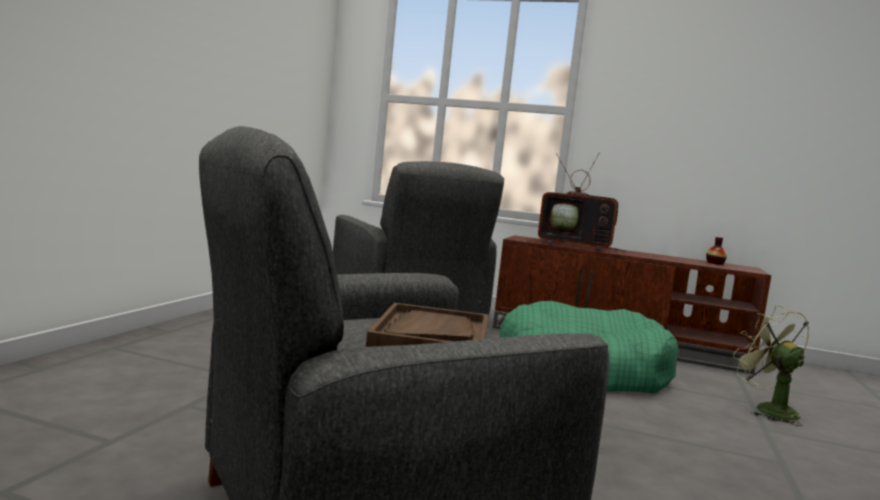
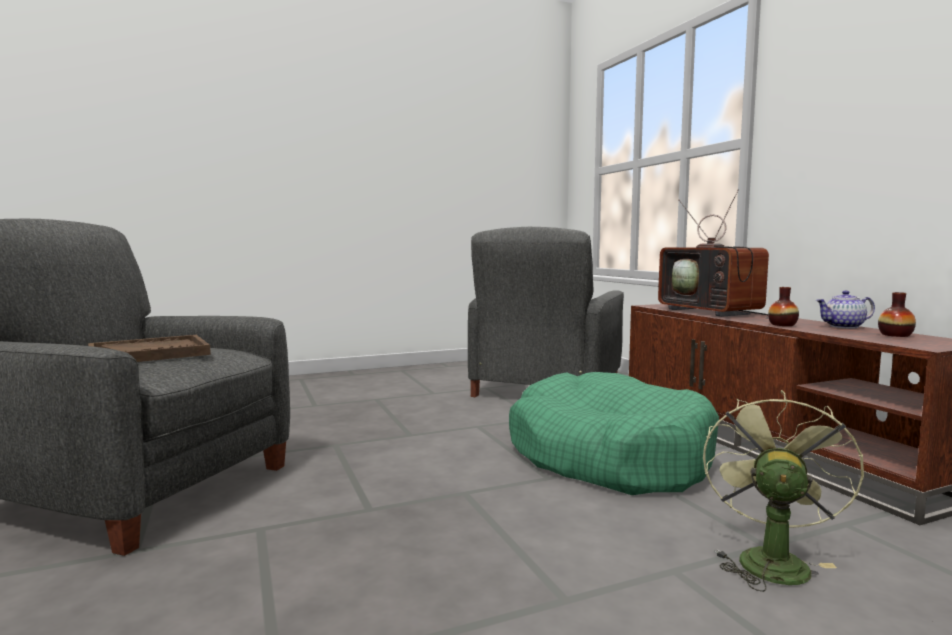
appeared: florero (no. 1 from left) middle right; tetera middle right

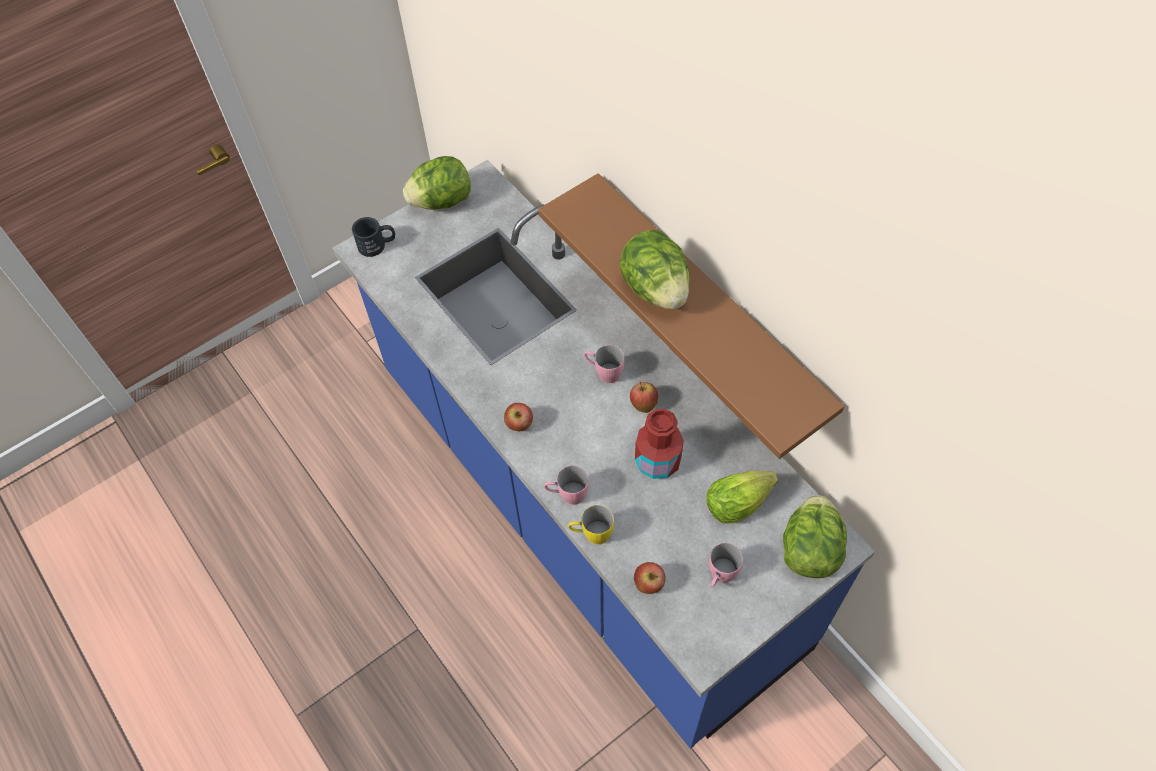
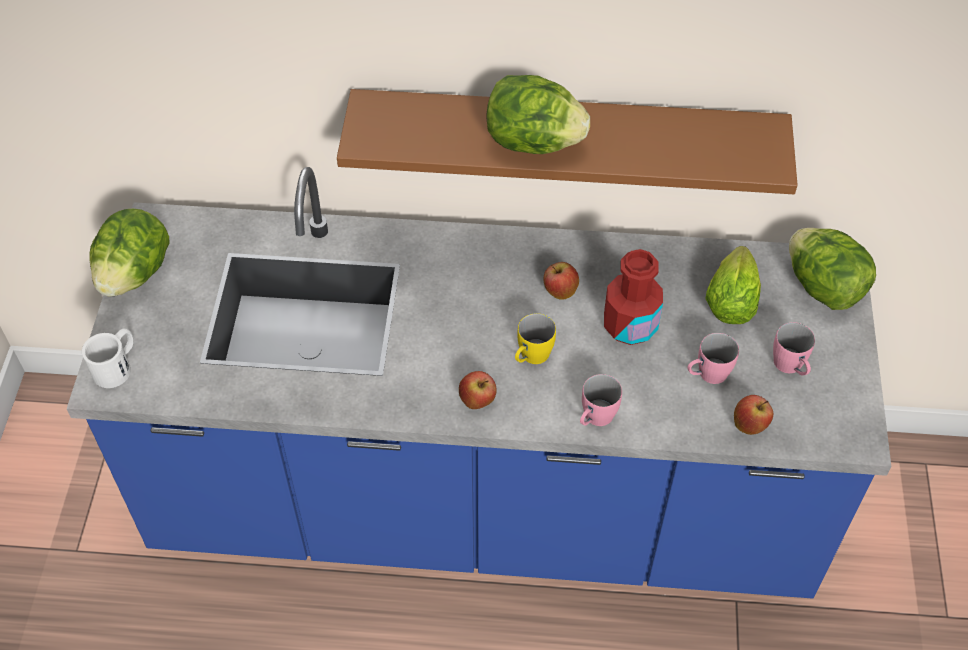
relocated: taza grande [rosa] (no. 2 from left) centre to middle right; taza grande [amarillo] bottom centre to centre
colour: taza grande [negro] top left to taza grande [blanco] middle left

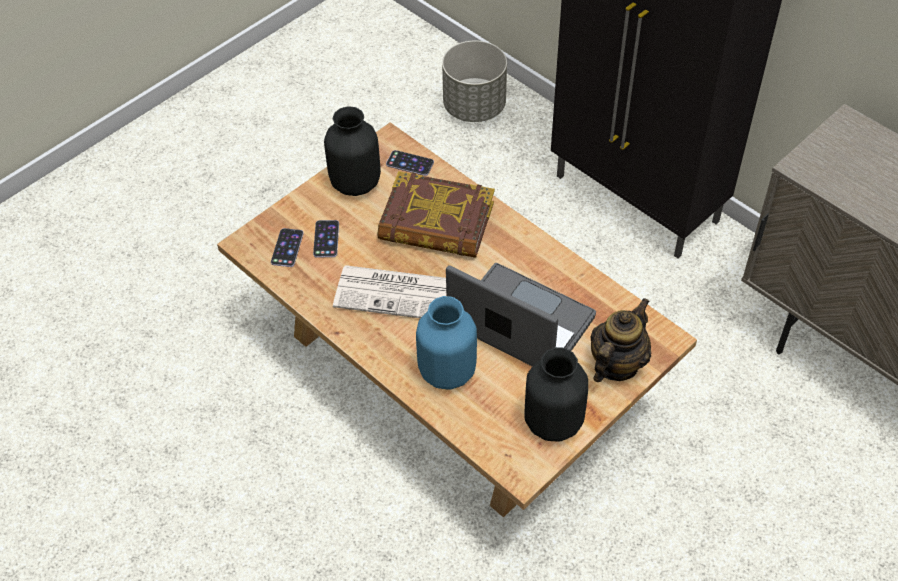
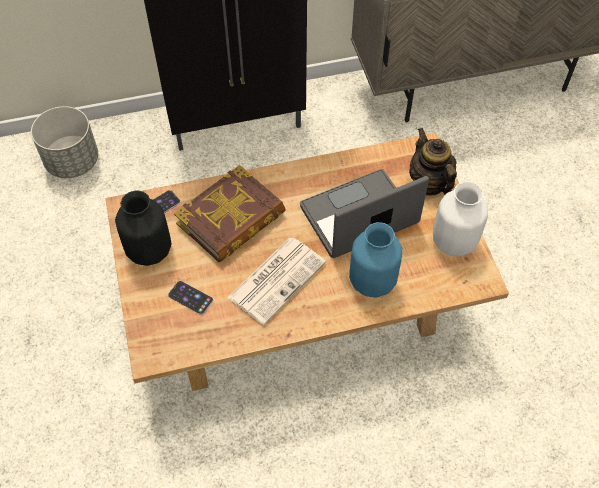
missing: móvil (no. 1 from left) middle left
colour: florero [negro] (no. 2 from left) bottom centre to florero [blanco] middle right

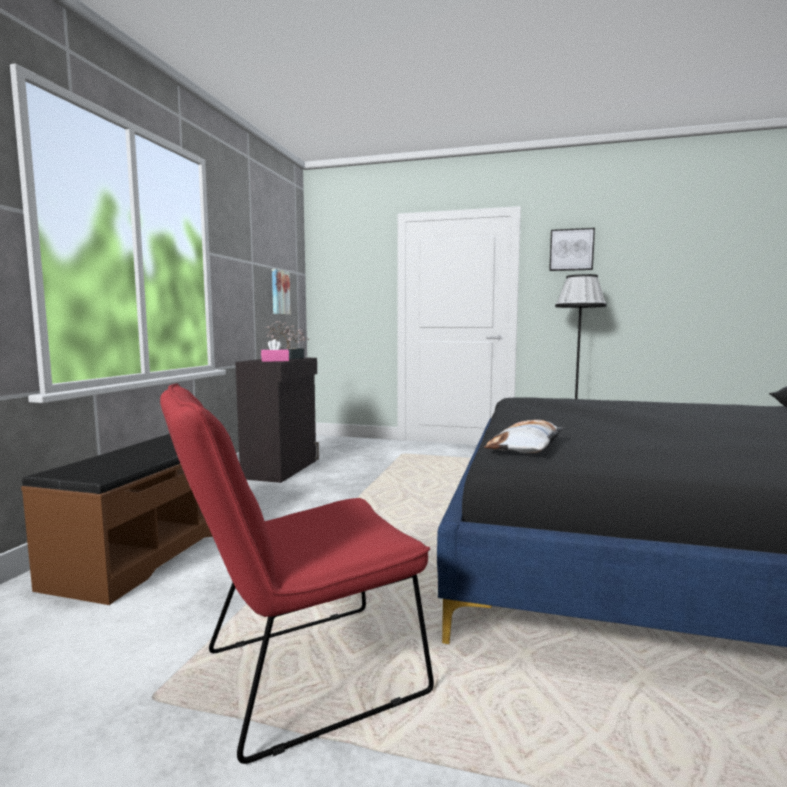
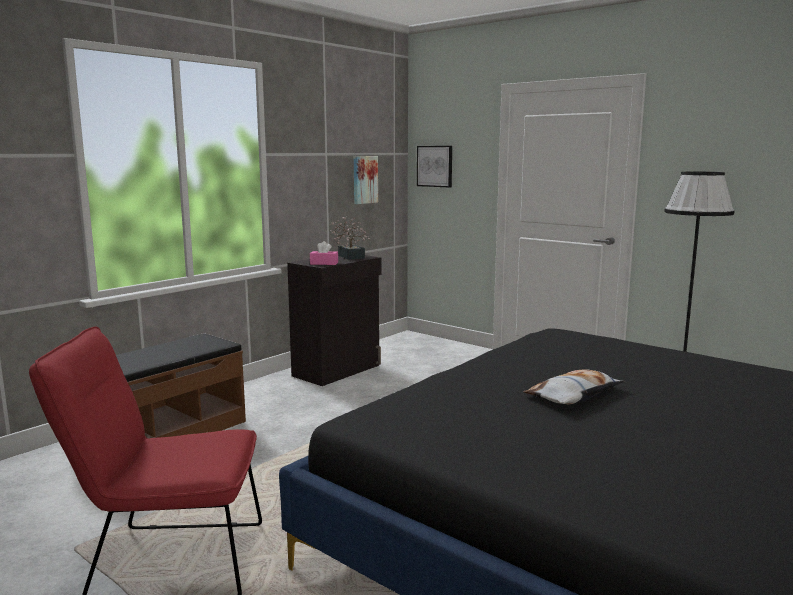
relocated: cuadro (no. 2 from left) top right to top centre; cojín centre to middle right

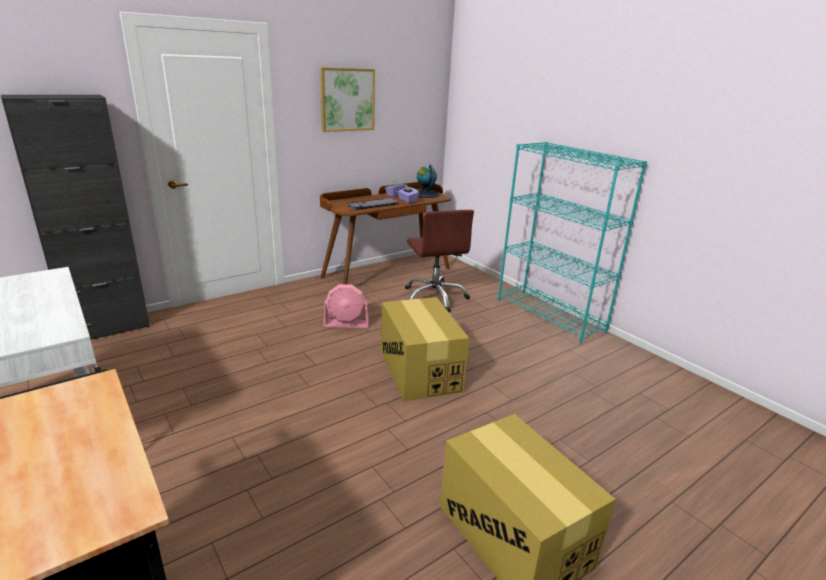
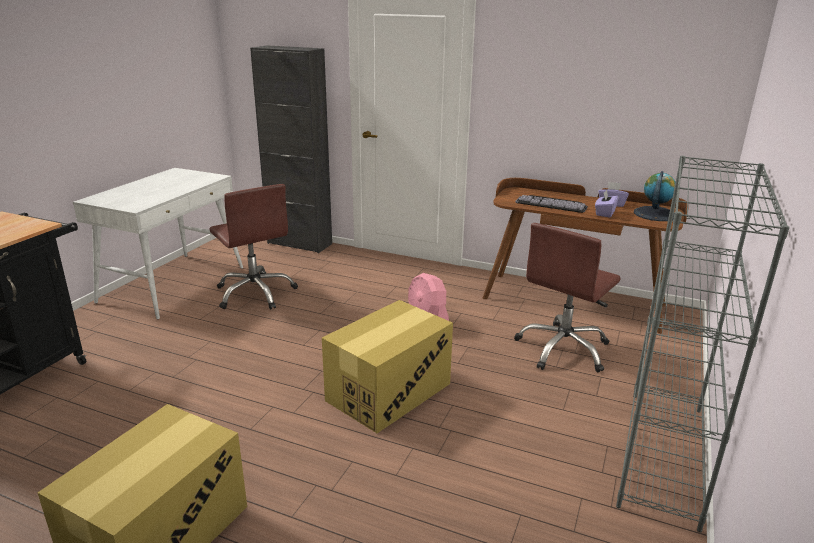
missing: cuadro top centre
appeared: silla de oficina [marrón] (no. 1 from left) middle left
colour: estantería [turquesa] middle right to estantería [gris] middle right

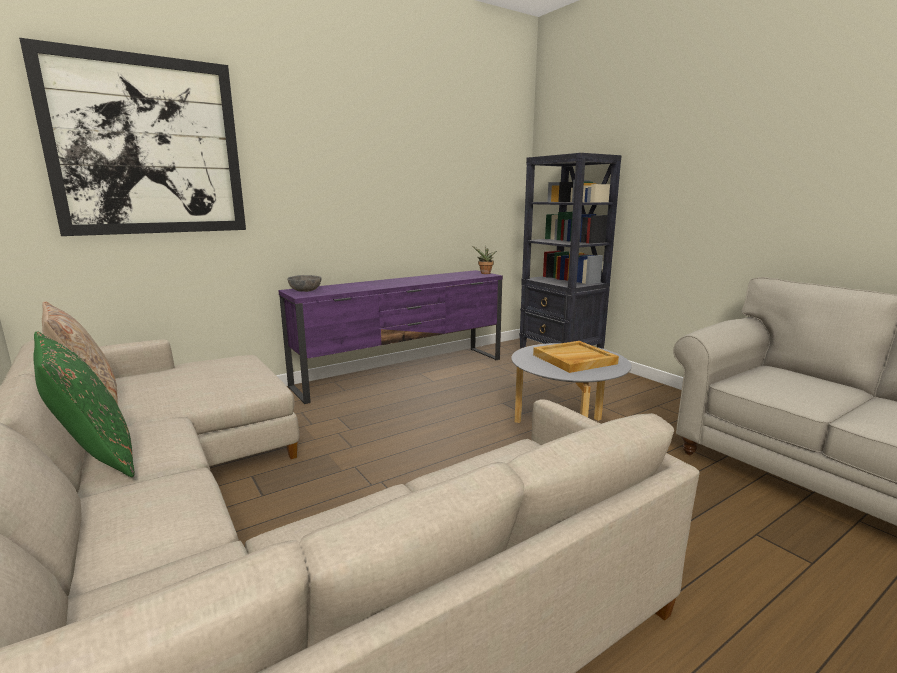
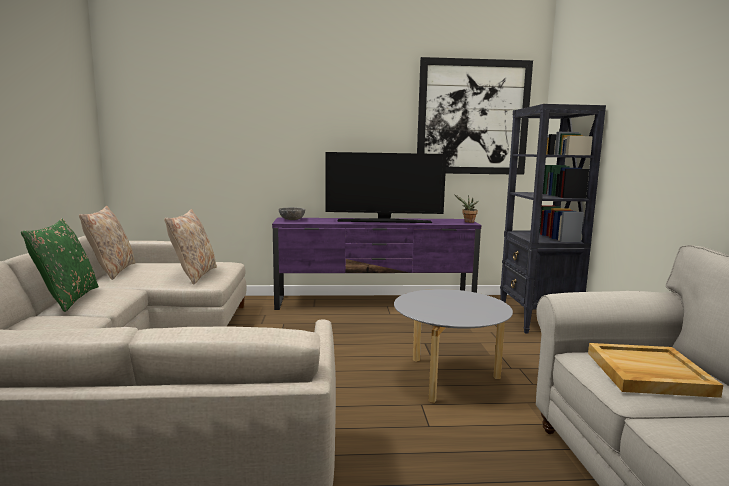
appeared: televisor centre; cojín [beis] (no. 2 from left) middle left
relocated: cuadro top left to top centre; bandeja [beis] centre to bottom right

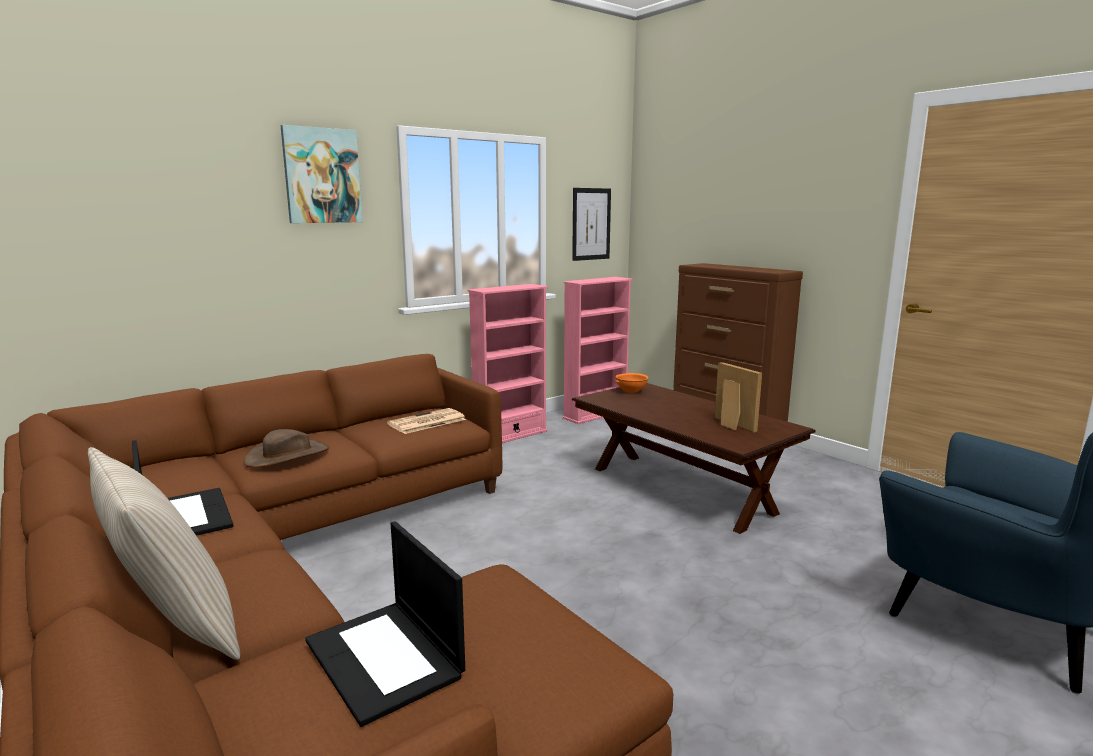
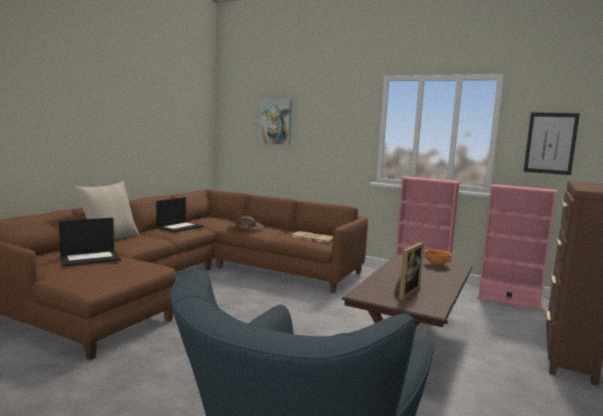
relocated: cuadro (no. 1 from left) top left to top centre
spun: portátil (no. 2 from left in the first image) bottom centre = middle left 150 degrees counterclockwise

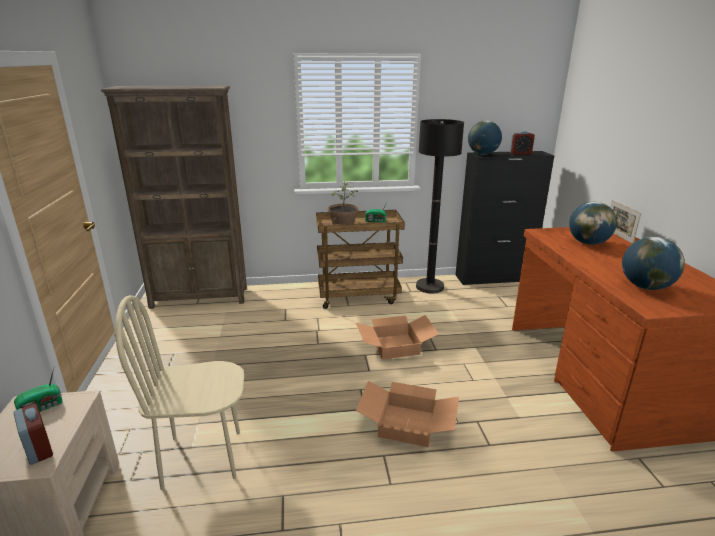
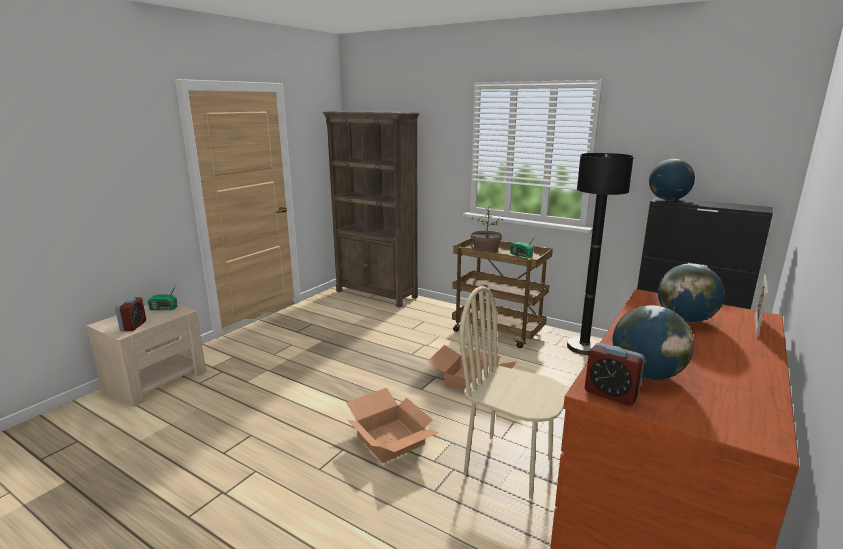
relocated: despertador (no. 2 from left) top right to bottom right; silla [beis] bottom left to bottom centre

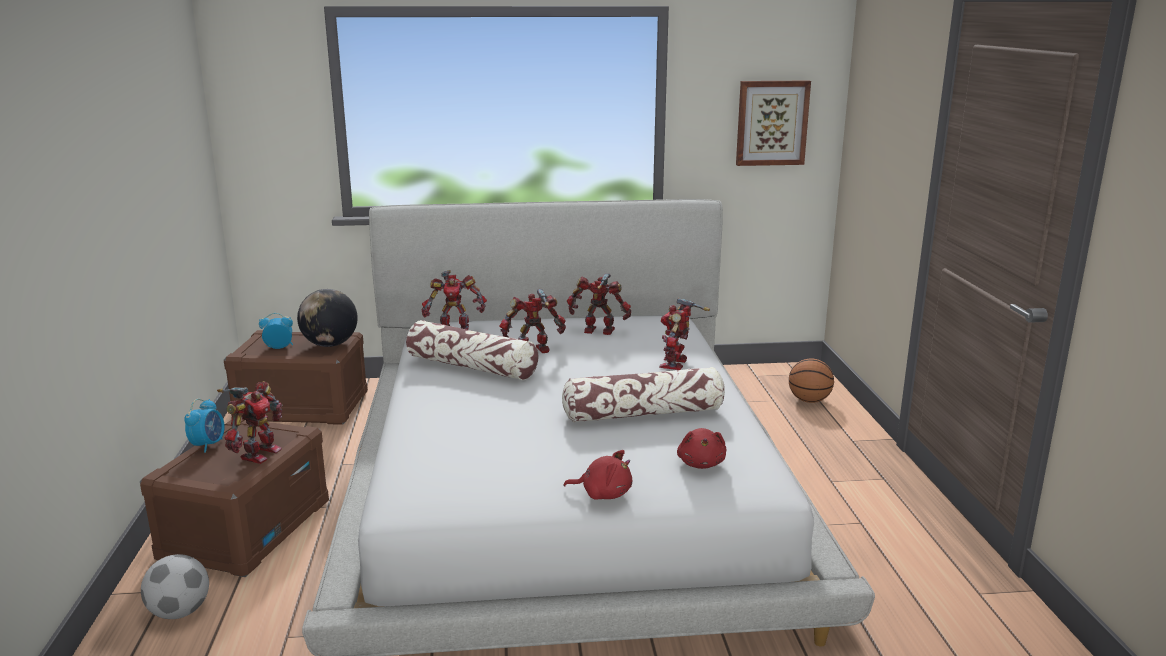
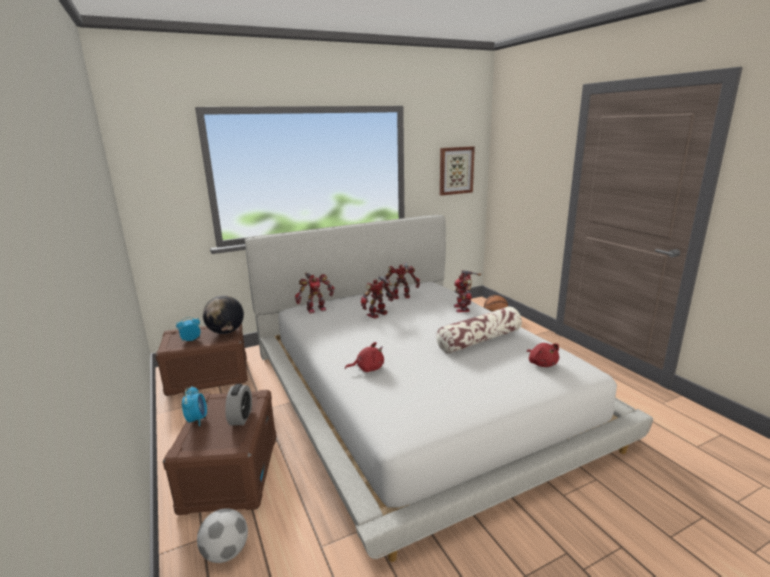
missing: cojín (no. 1 from left) centre
relocated: peluche [rojo] (no. 1 from left) bottom centre to centre
exchanged: robot de juguete (no. 1 from left) middle left to despertador (no. 3 from left) bottom left

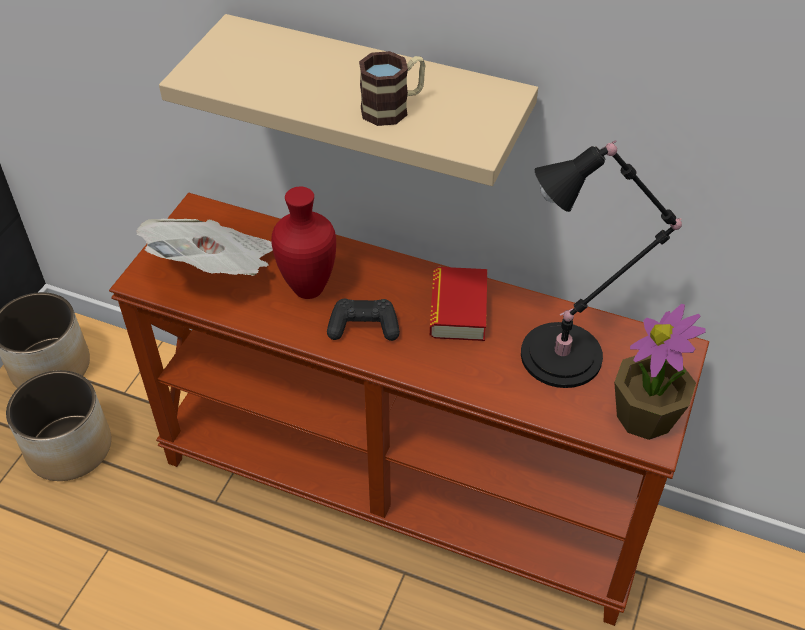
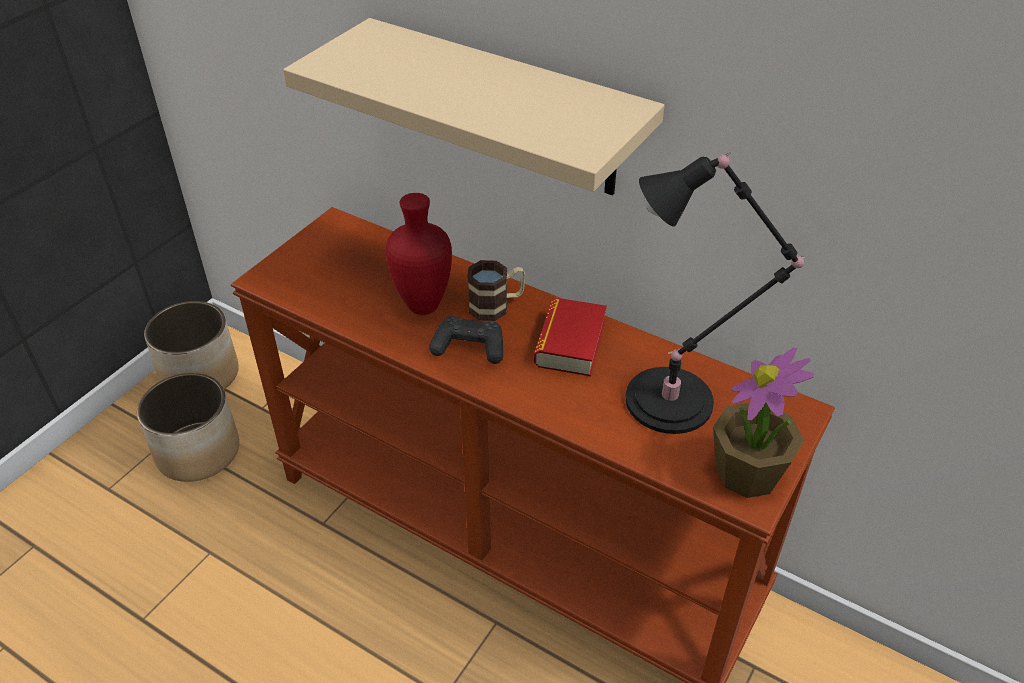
missing: periódico middle left
relocated: taza grande top centre to centre

